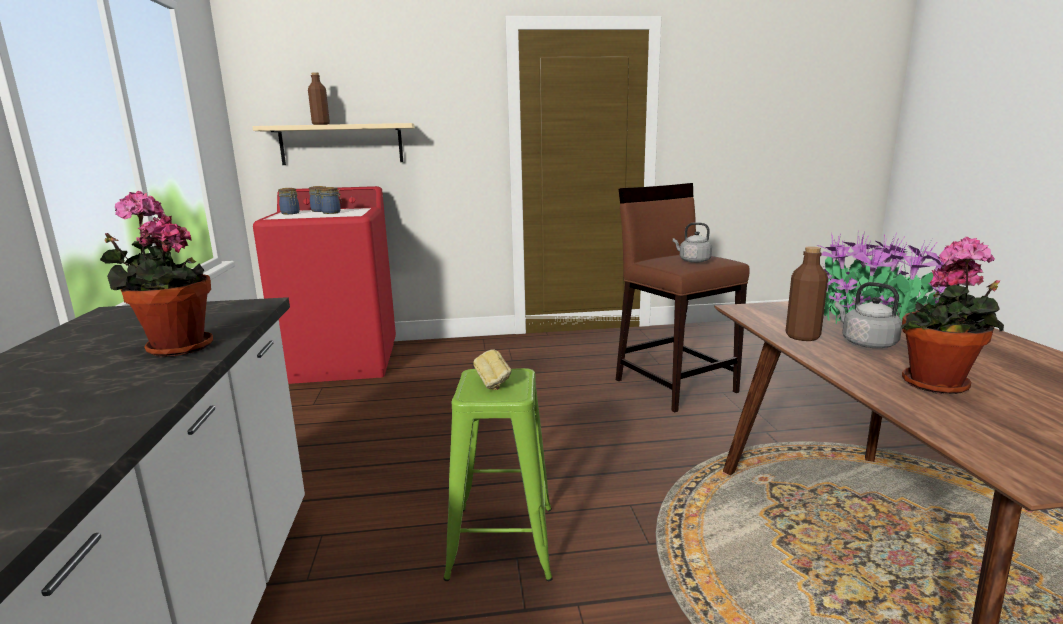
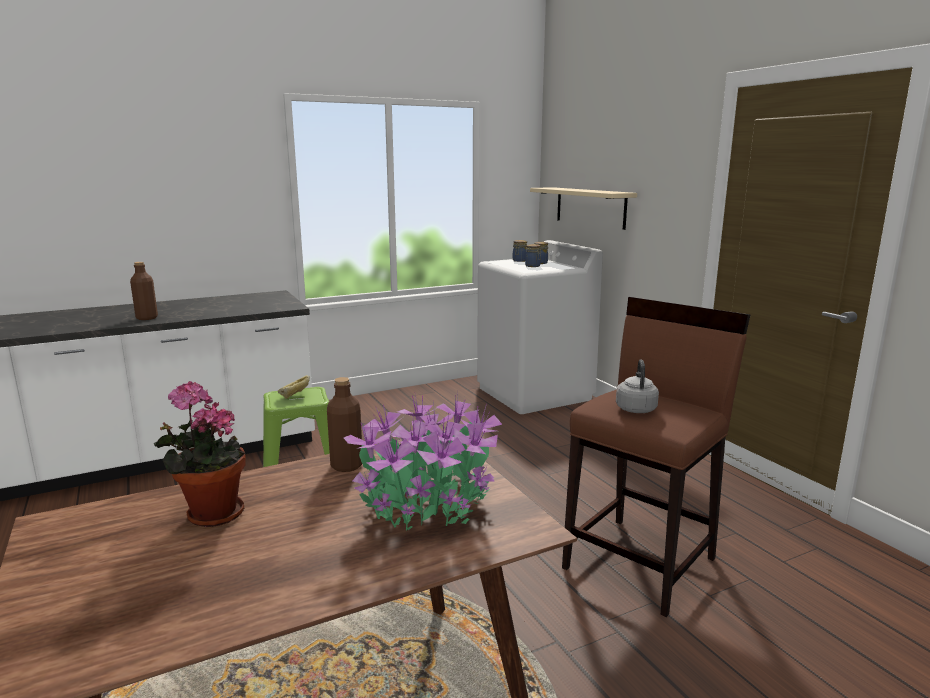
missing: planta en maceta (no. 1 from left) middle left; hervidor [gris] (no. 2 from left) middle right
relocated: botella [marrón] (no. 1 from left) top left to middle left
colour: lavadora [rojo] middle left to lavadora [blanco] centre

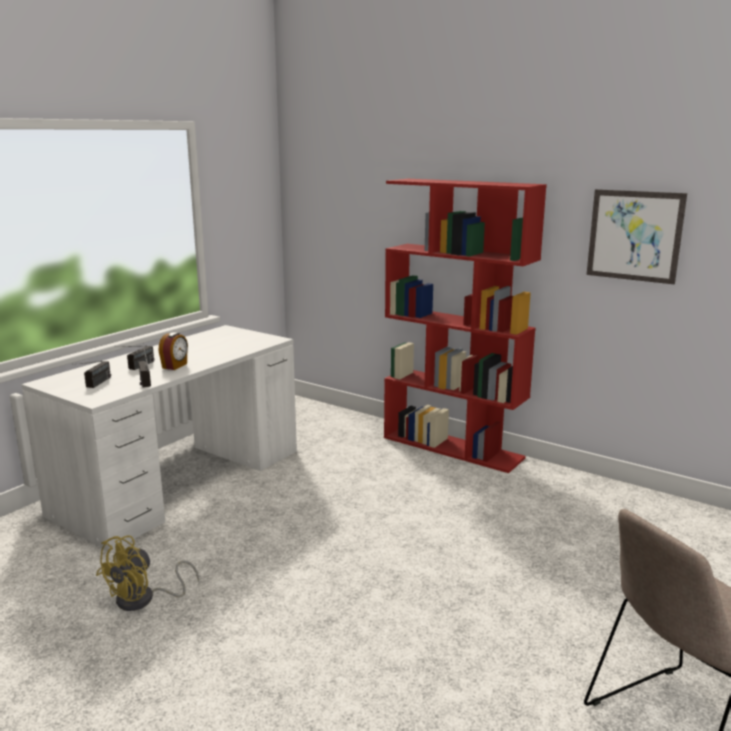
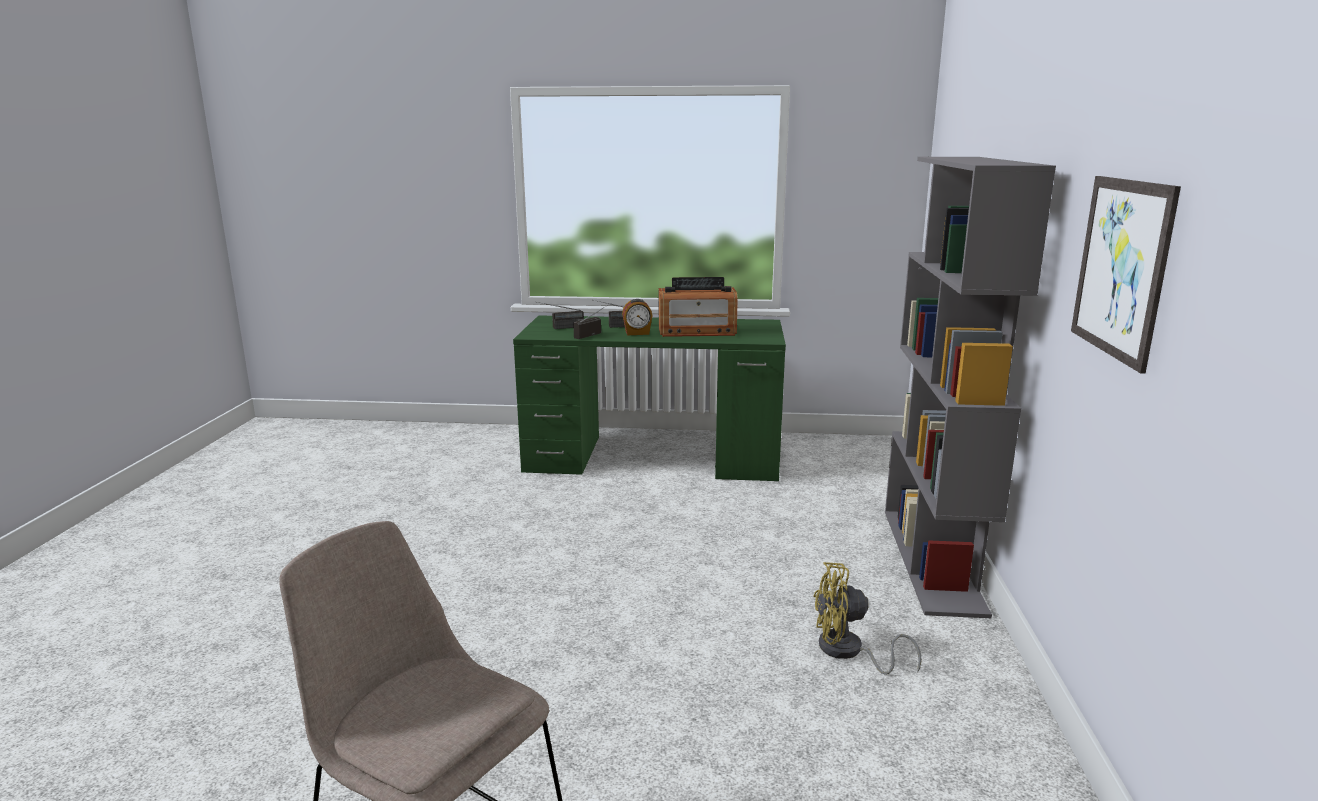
appeared: radio (no. 4 from left) centre
relocated: ventilador [amarillo] bottom left to bottom centre
colour: estantería [rojo] centre to estantería [gris] middle right; escritorio [blanco] middle left to escritorio [verde] centre

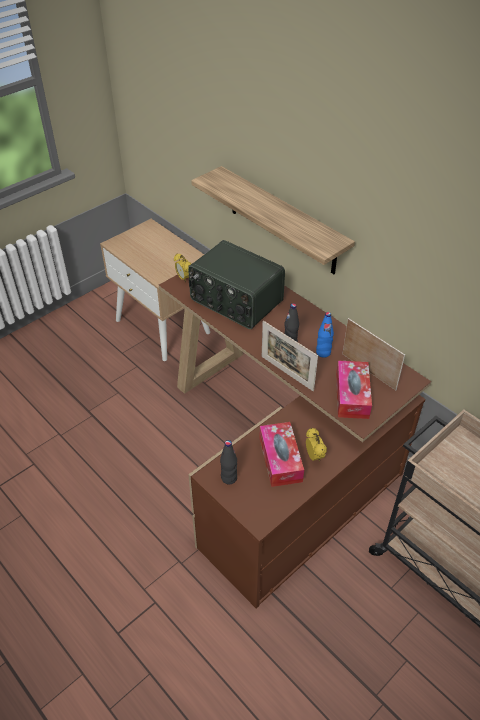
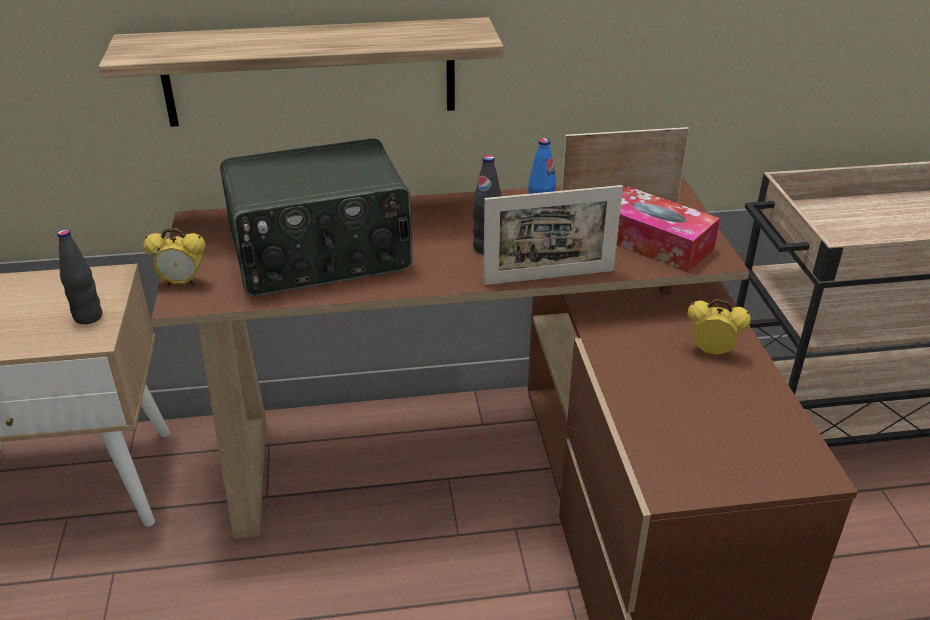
missing: caja de pañuelos (no. 1 from left) centre
relocated: botella [negro] (no. 1 from left) centre to middle left

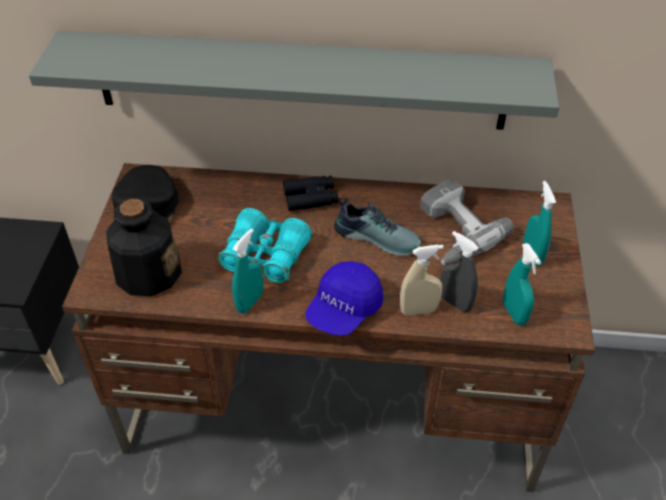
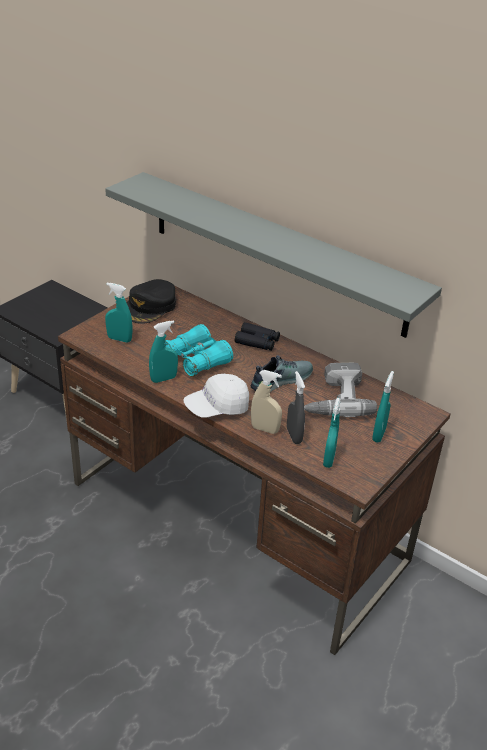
exchanged: botella middle left to pulverizador [turquesa] (no. 1 from left) middle left
colour: gorra [azul] centre to gorra [blanco] centre
spun: zapato centre = centre 90 degrees counterclockwise

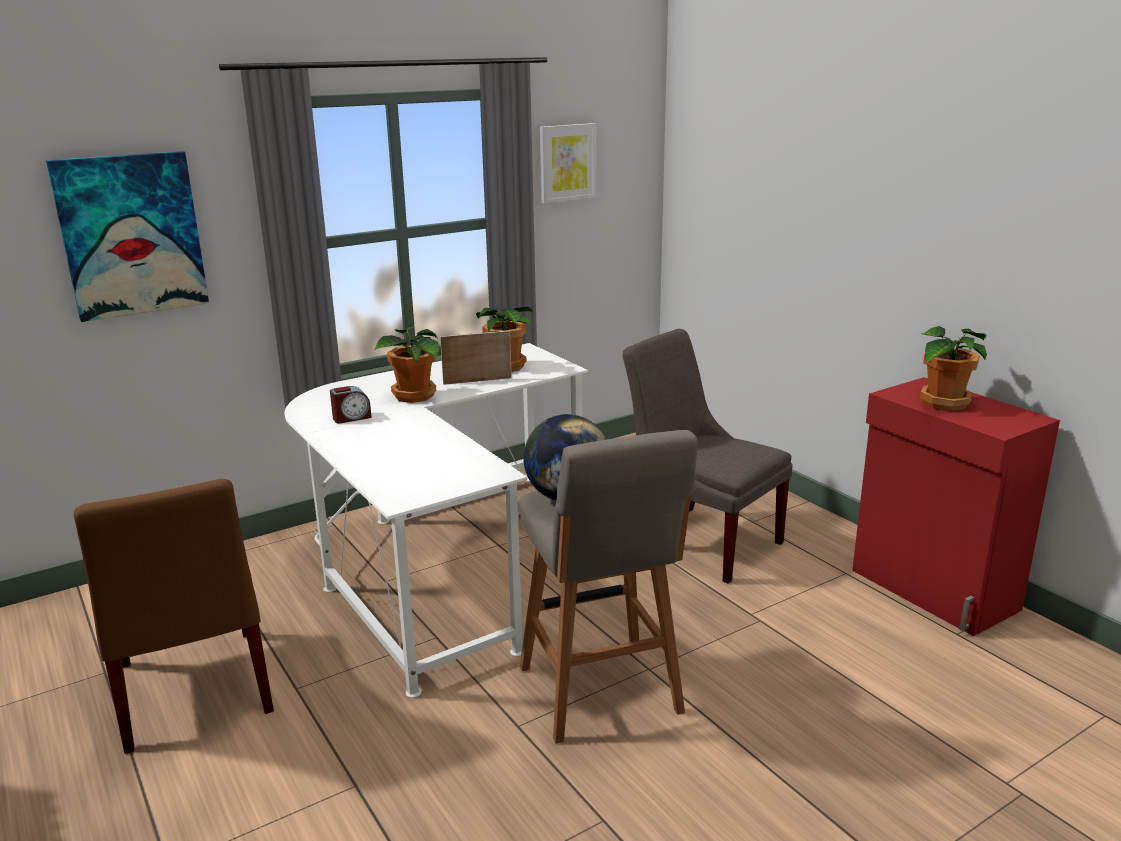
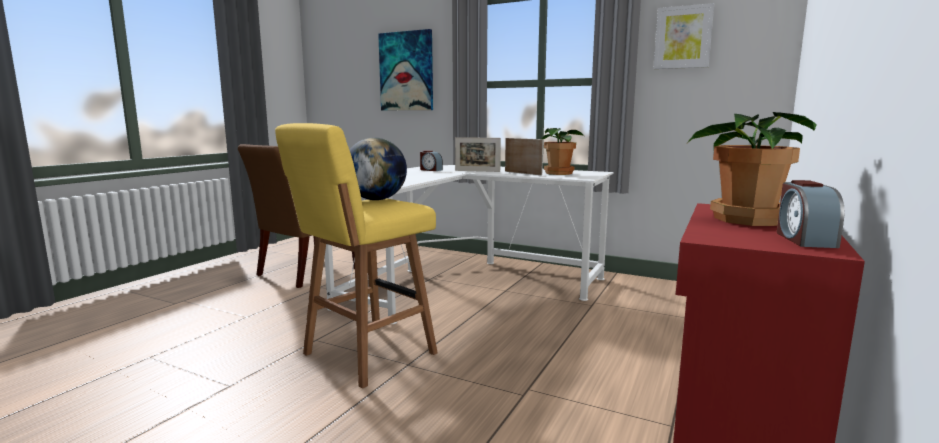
missing: silla [gris] centre
appeared: despertador (no. 2 from left) middle right
exchanged: planta en maceta (no. 1 from left) centre to portarretratos (no. 1 from left) centre
colour: taburete [gris] bottom centre to taburete [amarillo] centre

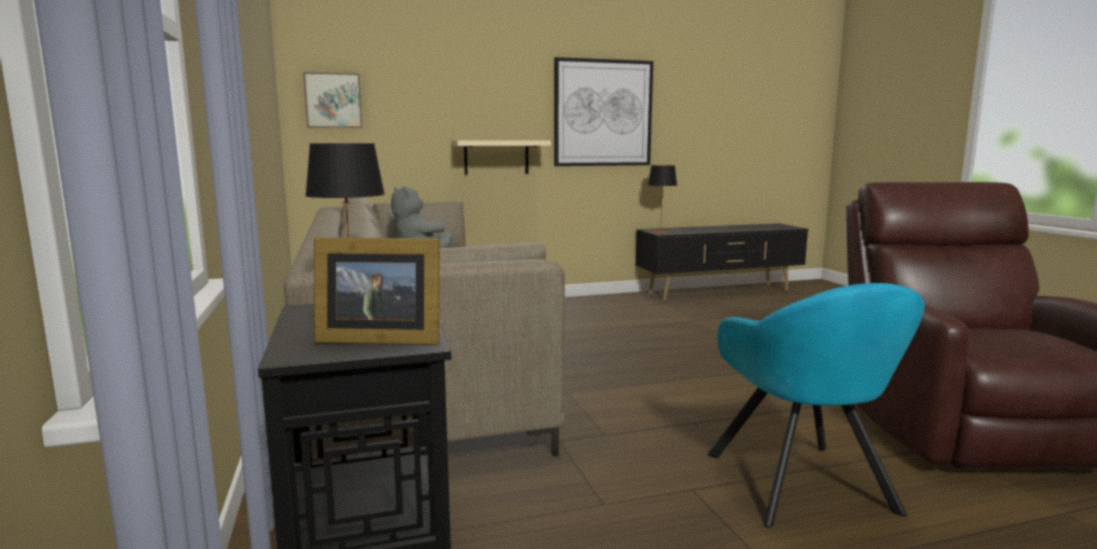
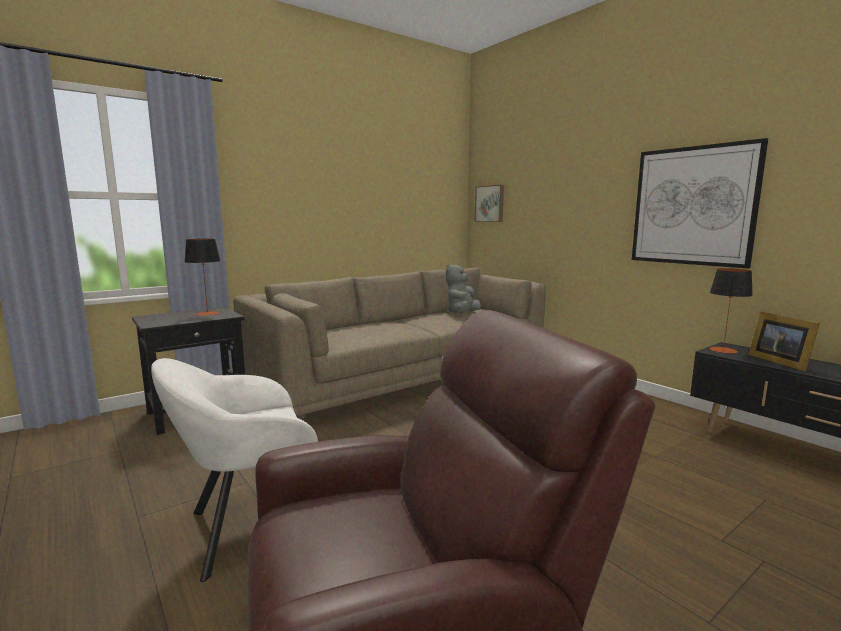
missing: estante [beis] top centre
relocated: portarretratos centre to middle right
colour: sillón [turquesa] bottom right to sillón [blanco] bottom left

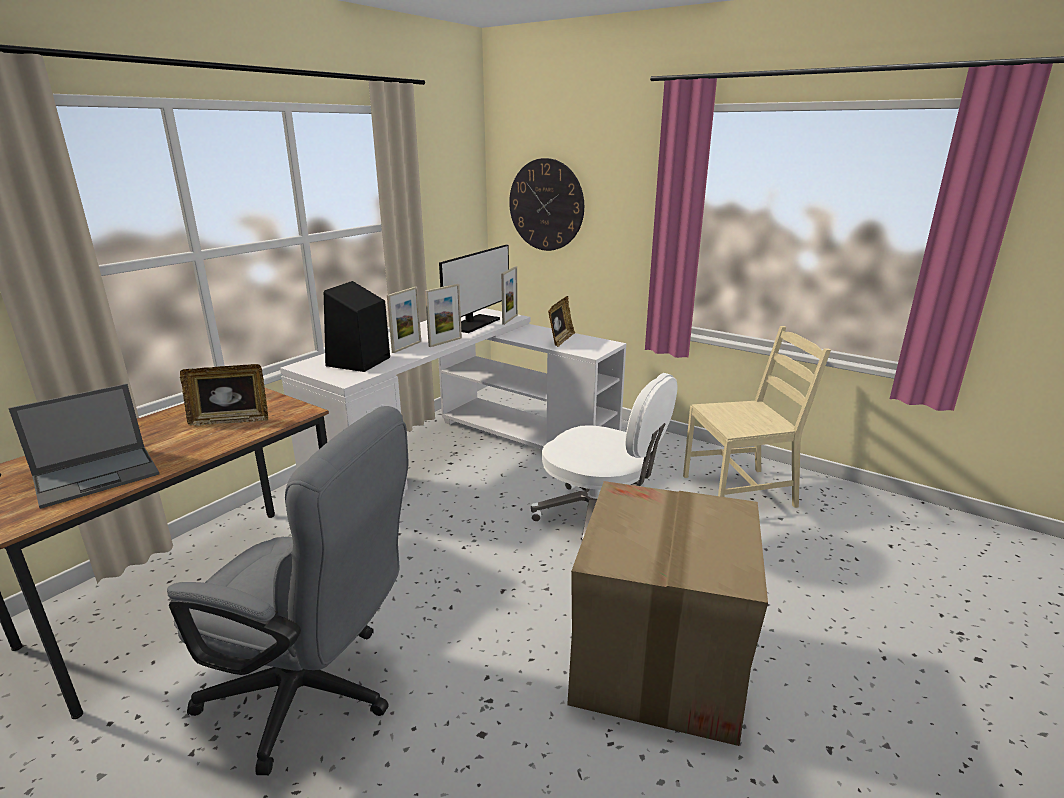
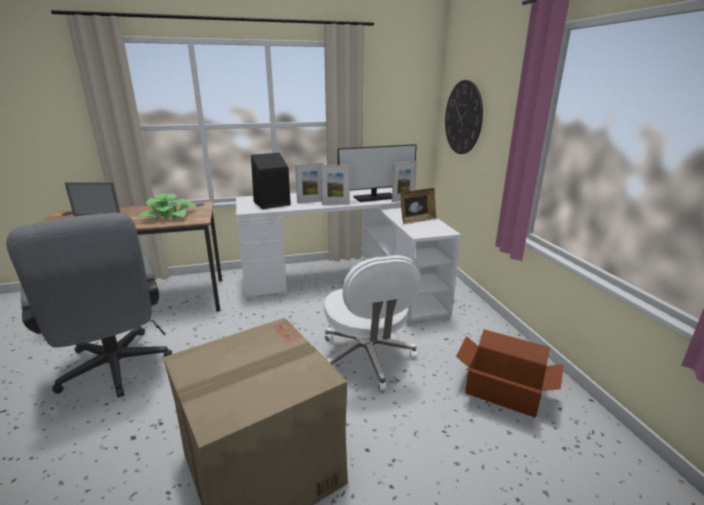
exchanged: silla [beis] middle right to caja de cartón (no. 2 from left) bottom right; portarretratos (no. 1 from left) middle left to planta en maceta middle left

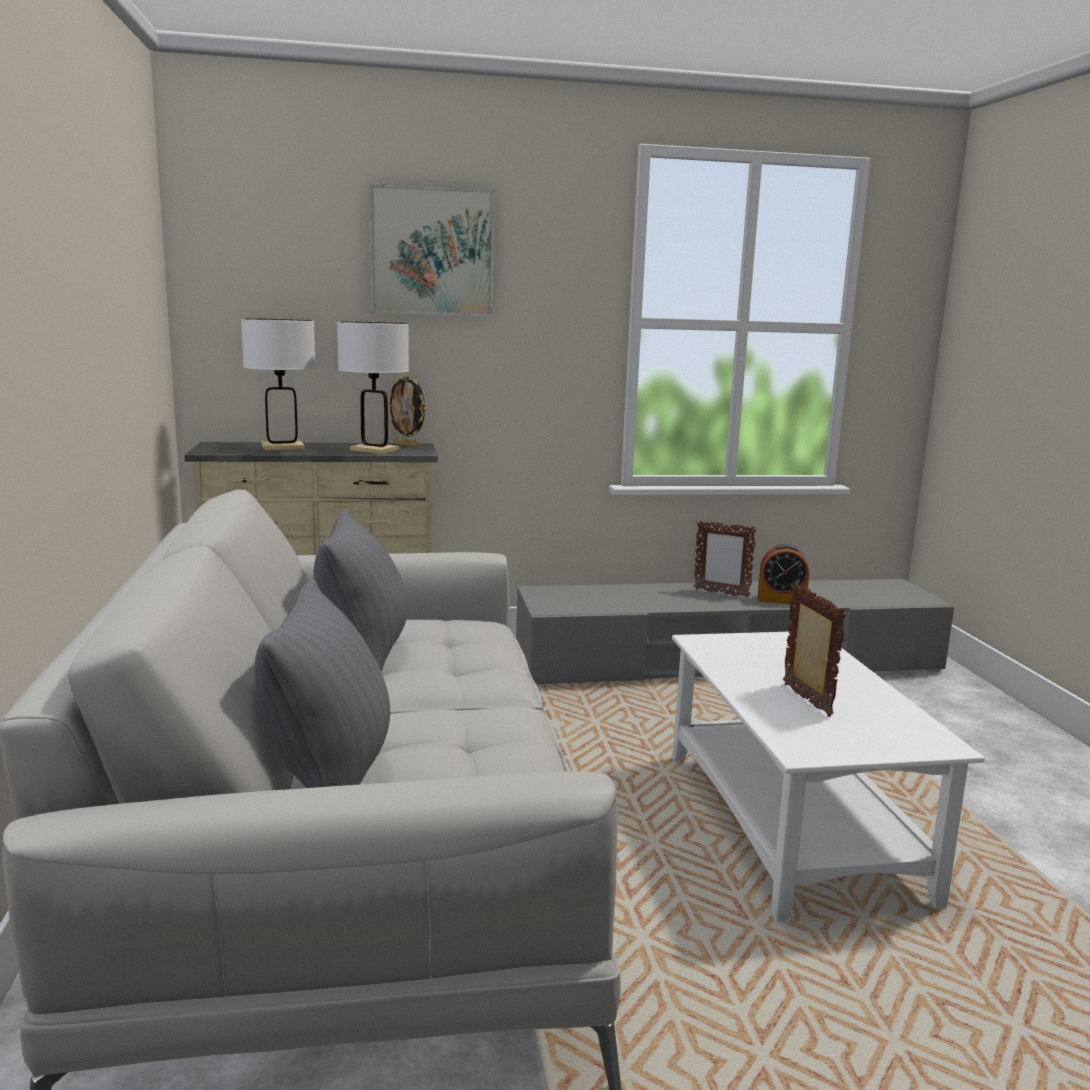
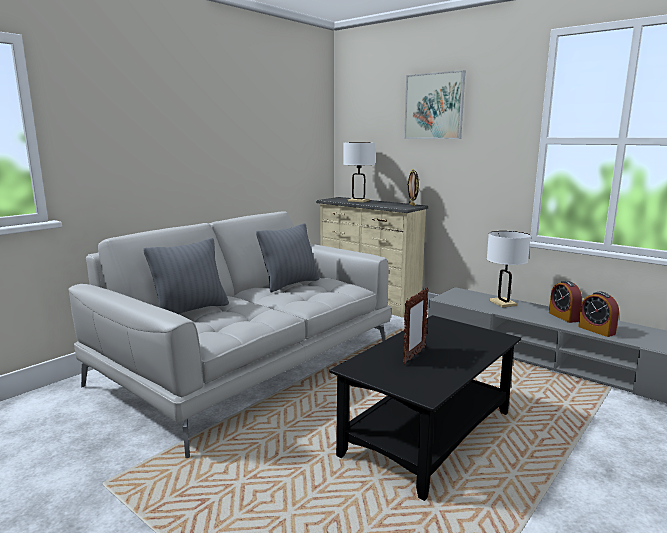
relocated: lámpara de mesa [blanco] (no. 2 from left) centre to middle right
exchanged: portarretratos (no. 2 from left) centre to despertador (no. 1 from left) middle right
colour: mesa de centro [blanco] bottom right to mesa de centro [negro] bottom centre

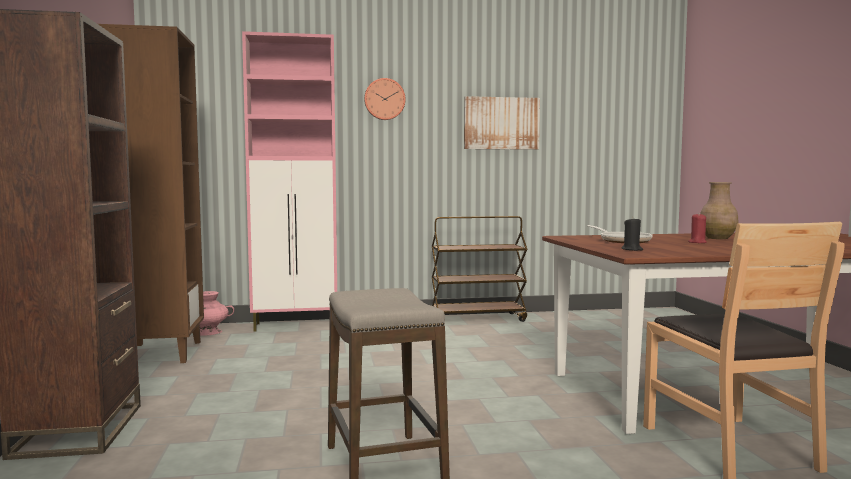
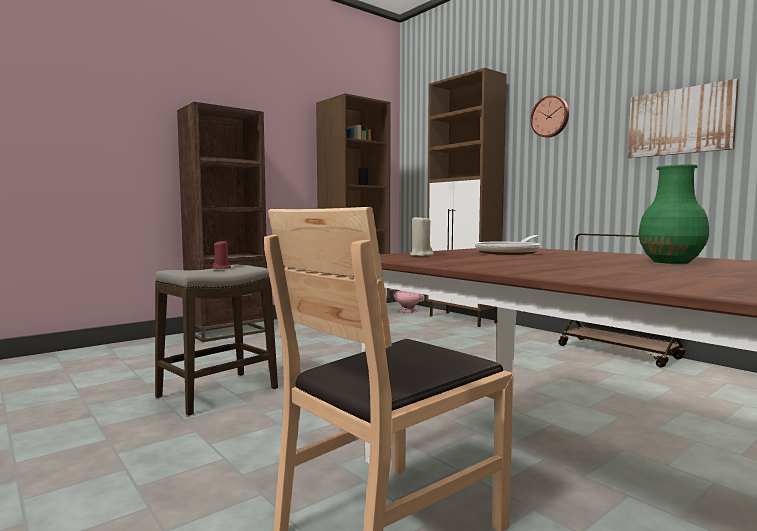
relocated: vela [rojo] middle right to middle left
colour: armario [rosa] centre to armario [marrón] centre; florero [marrón] middle right to florero [verde] middle right; vela [negro] middle right to vela [beis] centre

